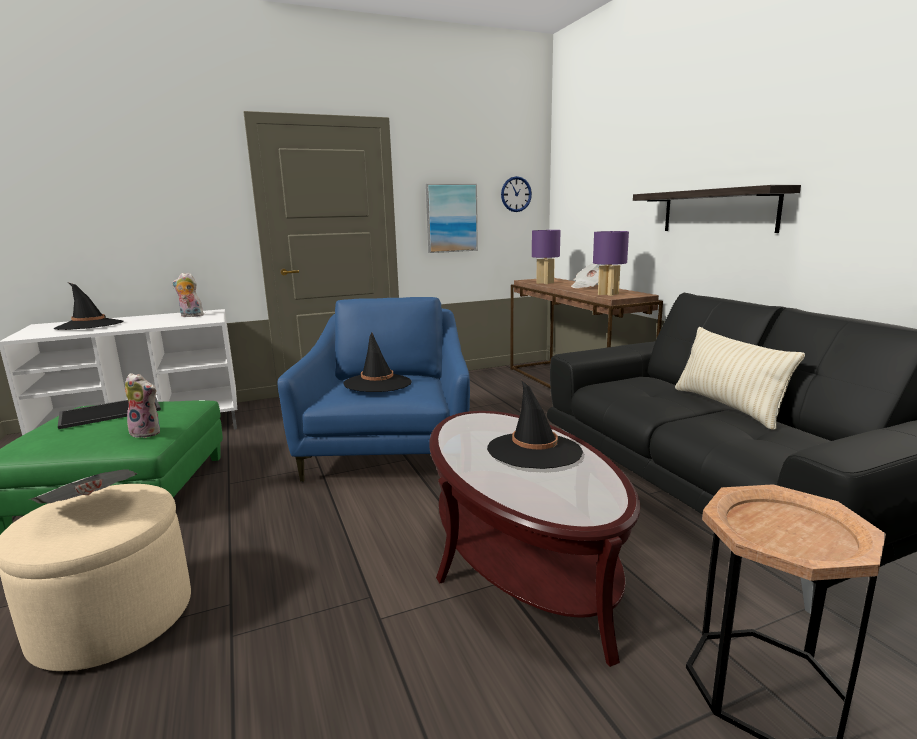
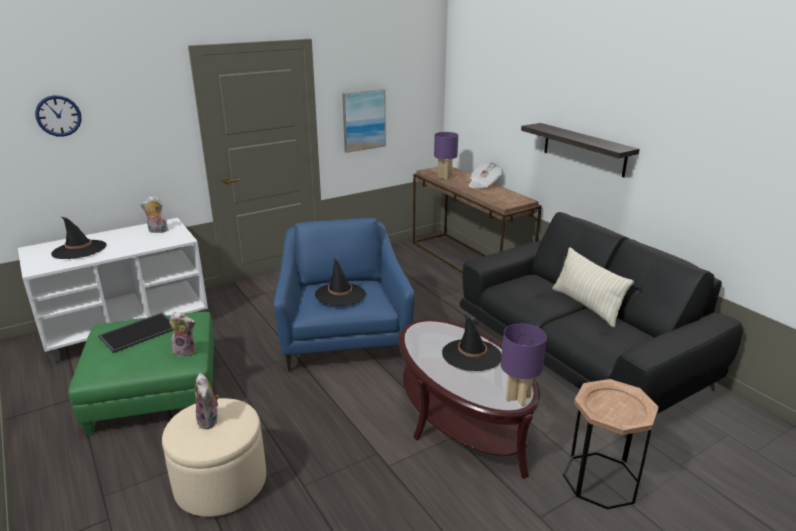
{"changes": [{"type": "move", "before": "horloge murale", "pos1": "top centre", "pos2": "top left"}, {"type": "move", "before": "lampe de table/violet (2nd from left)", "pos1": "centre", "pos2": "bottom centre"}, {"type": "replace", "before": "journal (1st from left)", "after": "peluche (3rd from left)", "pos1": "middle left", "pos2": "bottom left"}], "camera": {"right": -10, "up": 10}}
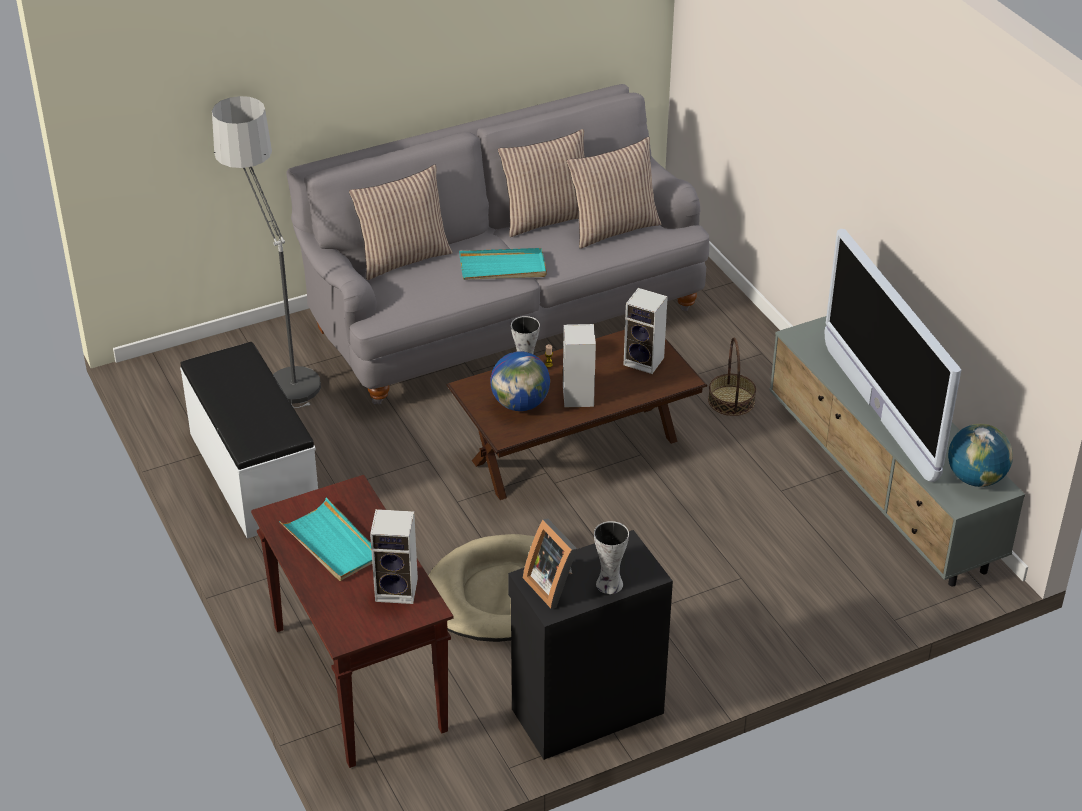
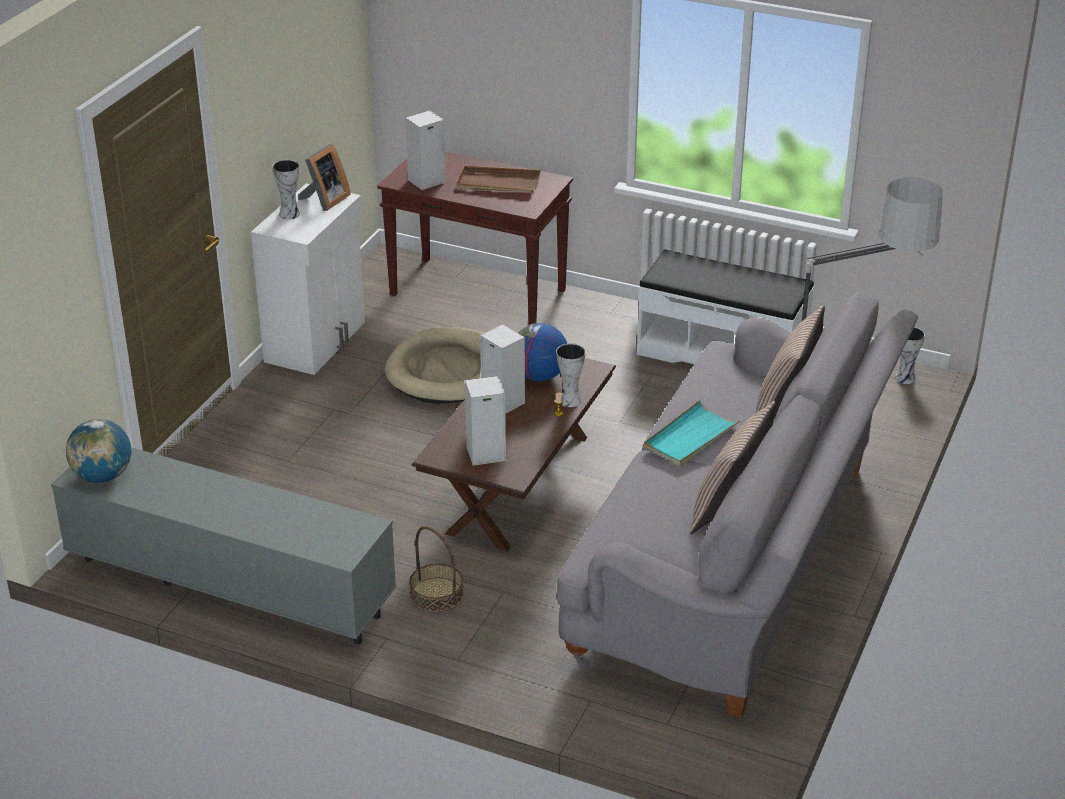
{"changes": [{"type": "delete", "before": "coussin (3rd from left)", "pos1": "top centre"}, {"type": "delete", "before": "téléviseur", "pos1": "middle right"}, {"type": "recolor", "before": "plateau/turquoise (1st from left)", "after": "plateau/marron", "pos1": "middle left", "pos2": "top centre"}, {"type": "rotate", "before": "cadre photo", "pos1": "bottom centre", "pos2": "top left", "turn": 105}, {"type": "recolor", "before": "meuble de rangement/noir", "after": "meuble de rangement/blanc", "pos1": "bottom centre", "pos2": "middle left"}, {"type": "insert", "after": "vase (3rd from left)", "pos2": "middle right"}], "camera": {"right": 140, "up": -5}}
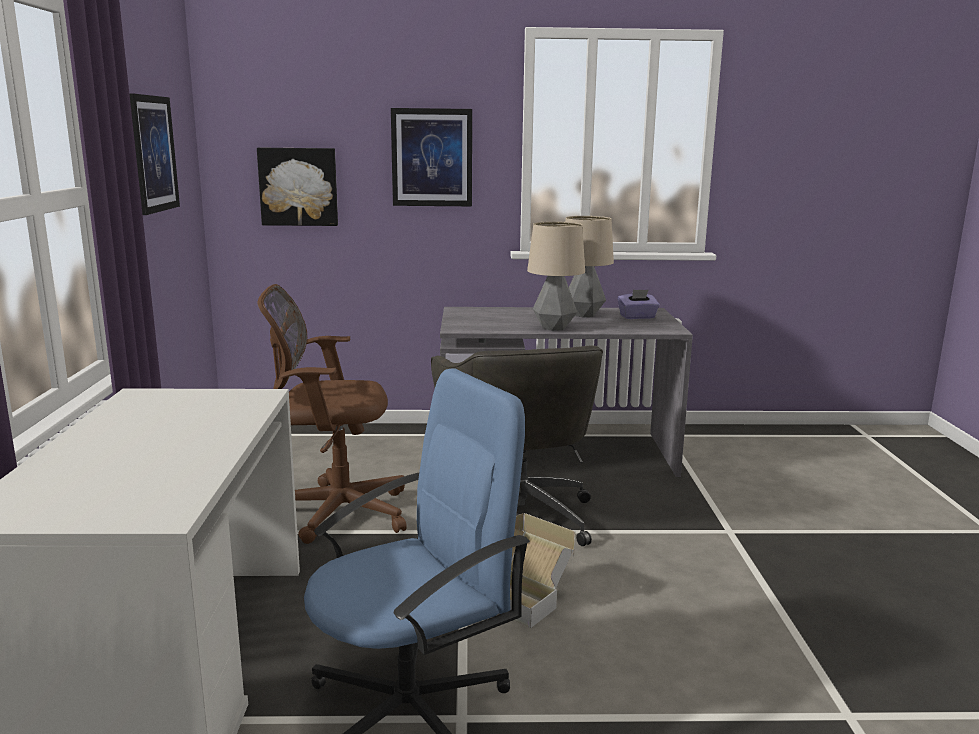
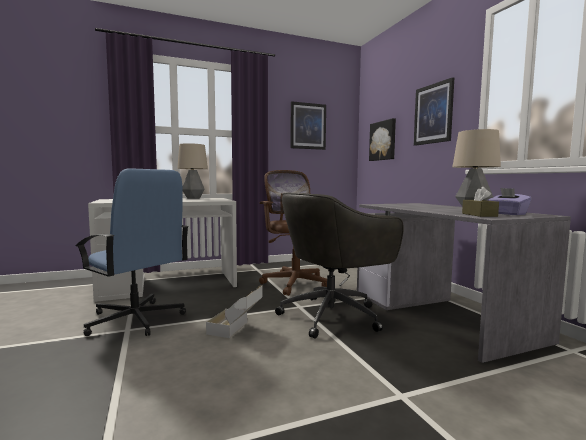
{"changes": [{"type": "move", "before": "lampe de table (1st from left)", "pos1": "centre", "pos2": "middle left"}, {"type": "insert", "after": "boîte à mouchoirs/marron", "pos2": "middle right"}], "camera": {"right": 70, "up": -10}}
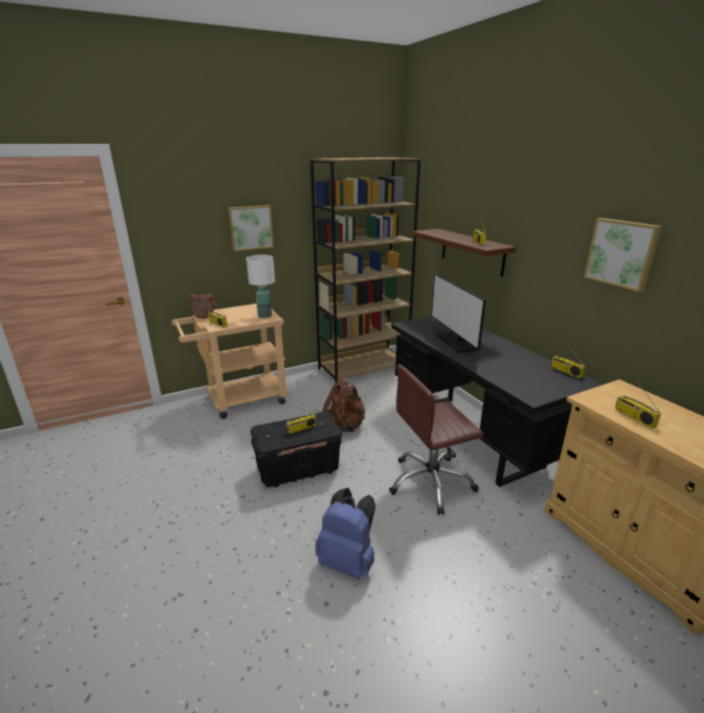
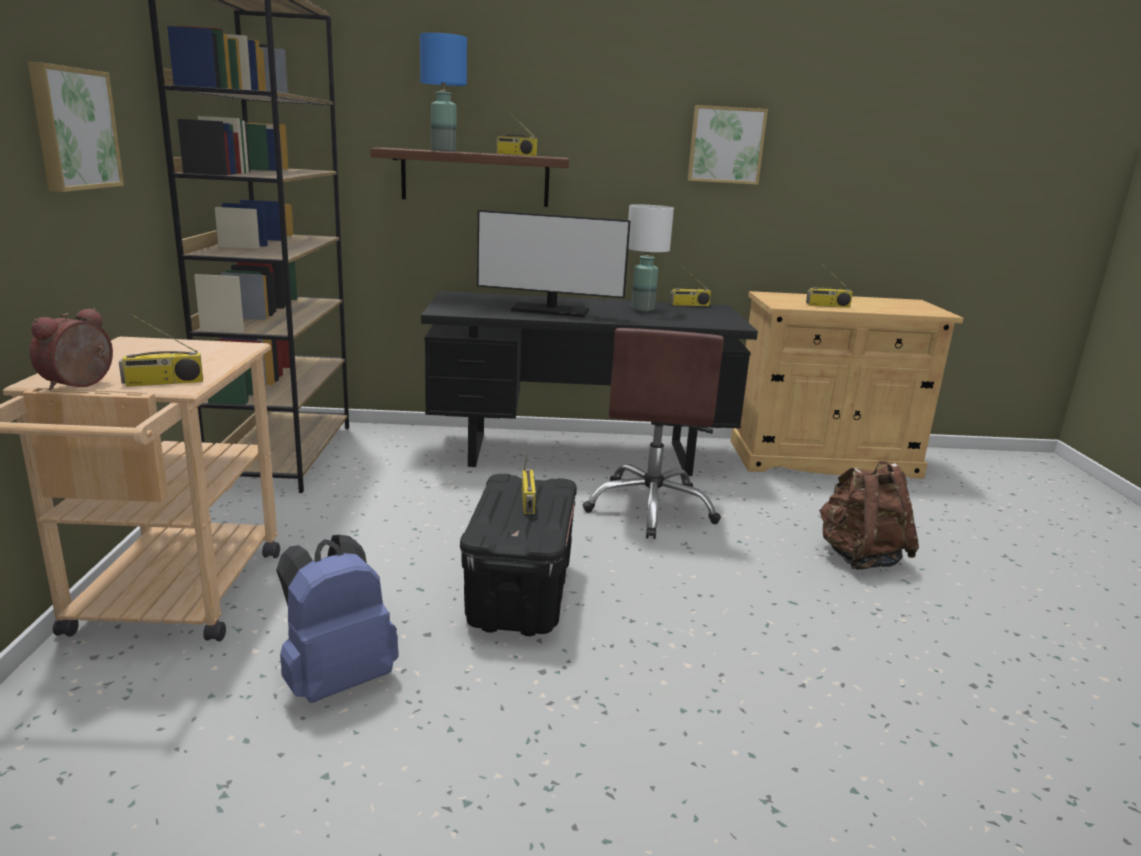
{"changes": [{"type": "move", "before": "lampe de table/blanc", "pos1": "centre", "pos2": "top centre"}, {"type": "move", "before": "sac à dos/marron", "pos1": "centre", "pos2": "middle right"}, {"type": "move", "before": "sac à dos/bleu", "pos1": "bottom centre", "pos2": "bottom left"}, {"type": "insert", "after": "lampe de table/bleu", "pos2": "top centre"}], "camera": {"right": -65, "up": -5}}
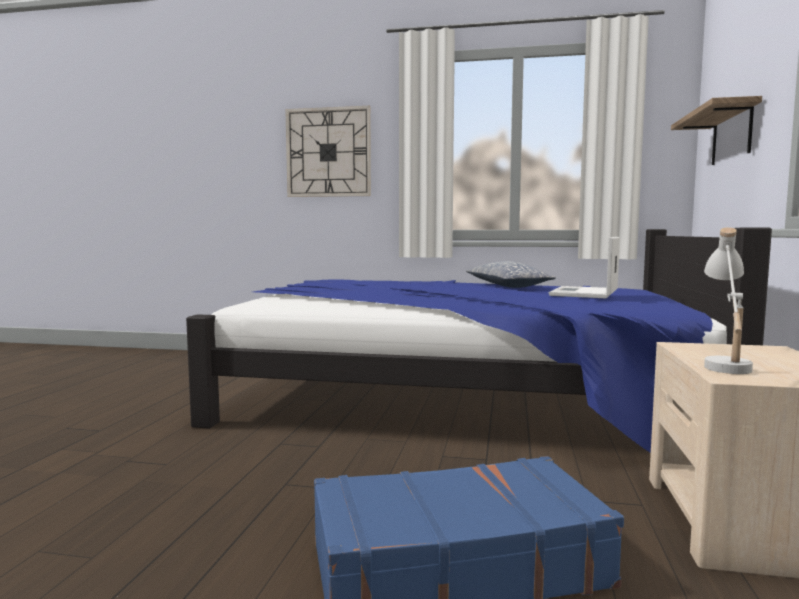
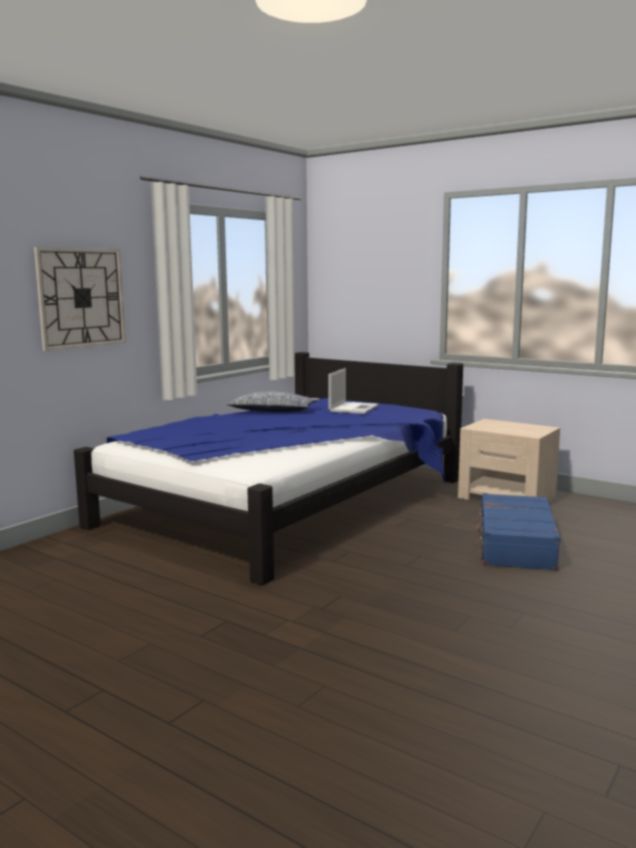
{"changes": [{"type": "delete", "before": "étagère", "pos1": "top right"}, {"type": "delete", "before": "lampe de table/blanc", "pos1": "middle right"}, {"type": "rotate", "before": "ordinateur portable", "pos1": "middle right", "pos2": "centre", "turn": -120}], "camera": {"right": -65, "up": 5}}
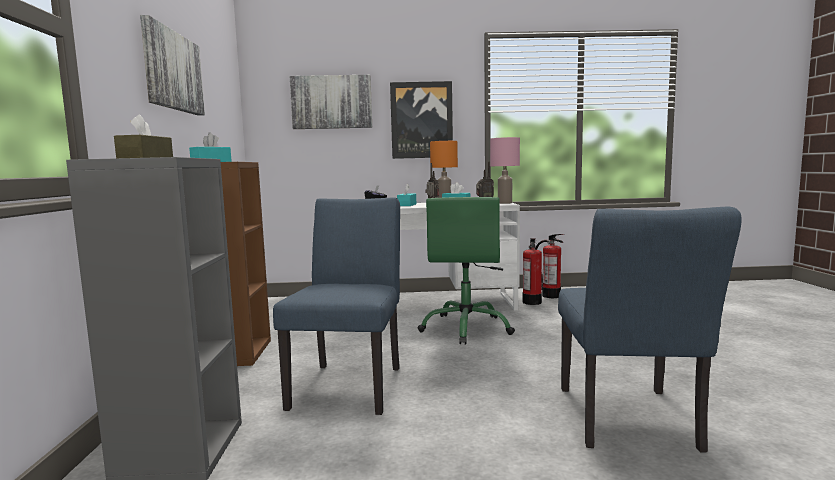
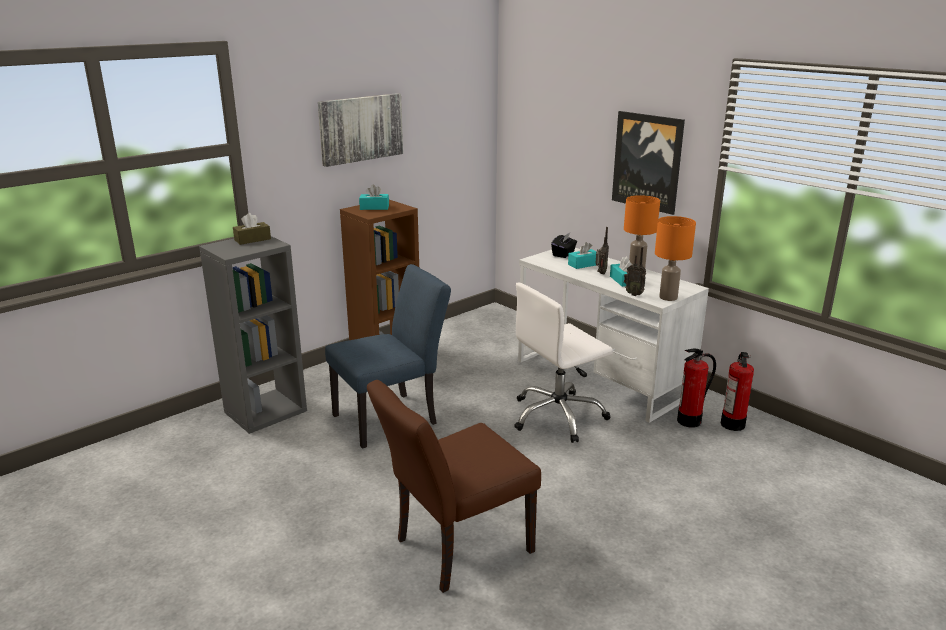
{"changes": [{"type": "delete", "before": "tableau (2nd from left)", "pos1": "top centre"}, {"type": "recolor", "before": "lampe de table/rose", "after": "lampe de table/orange (2nd from left)", "pos1": "centre", "pos2": "middle right"}, {"type": "recolor", "before": "chaise de bureau/vert", "after": "chaise de bureau/blanc", "pos1": "centre", "pos2": "centre"}, {"type": "recolor", "before": "chaise/bleu (2nd from left)", "after": "chaise/marron", "pos1": "bottom right", "pos2": "bottom centre"}], "camera": {"right": 50, "up": 15}}
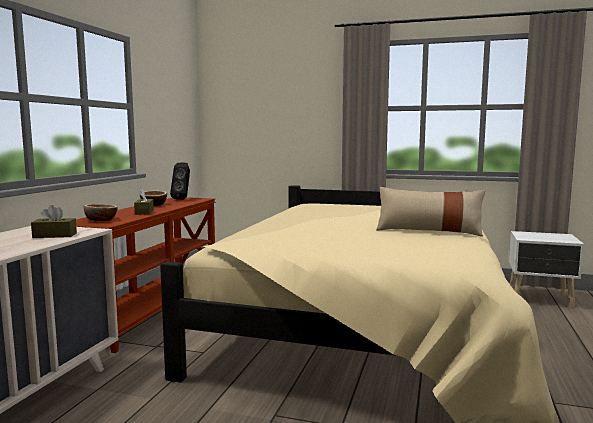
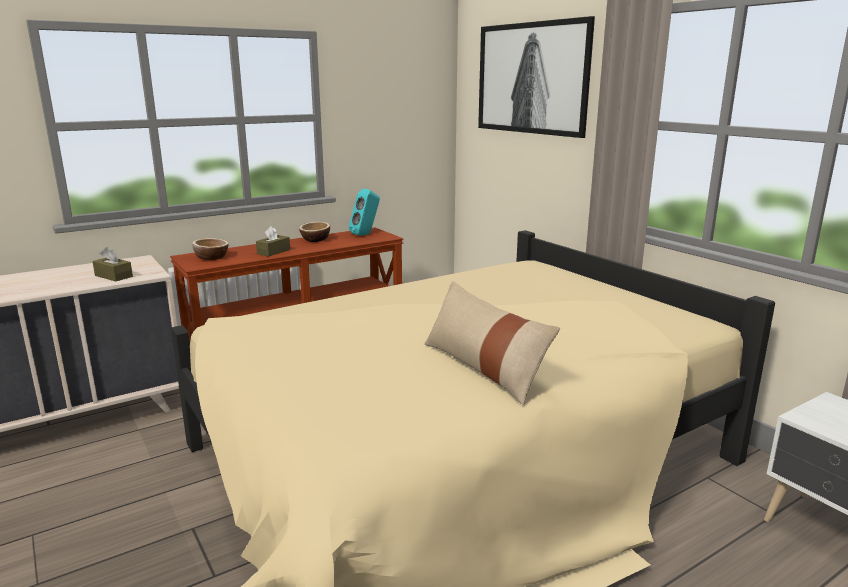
{"changes": [{"type": "recolor", "before": "enceinte/noir", "after": "enceinte/turquoise", "pos1": "middle left", "pos2": "centre"}, {"type": "insert", "after": "tableau", "pos2": "top centre"}], "camera": {"right": 40, "up": 10}}
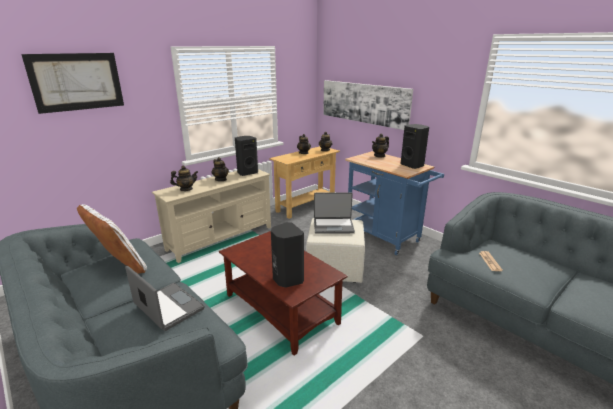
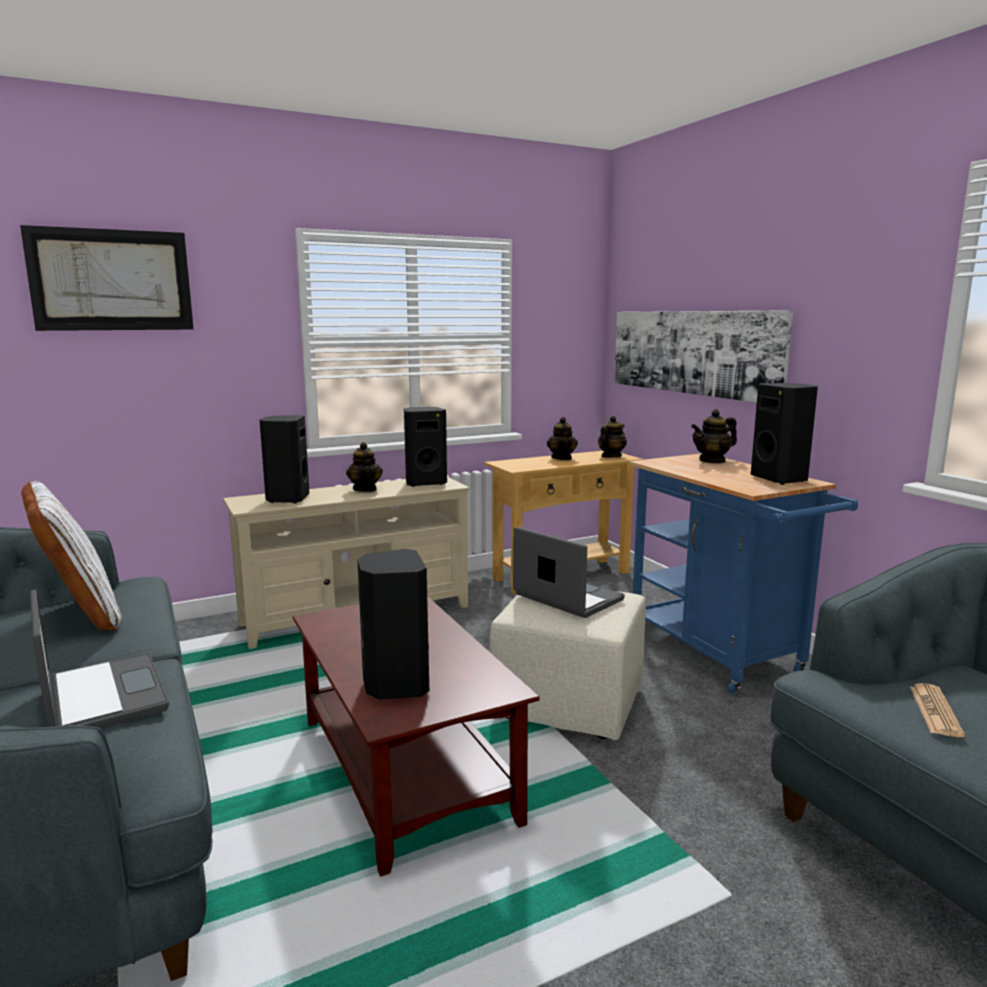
{"changes": [{"type": "replace", "before": "théière (1st from left)", "after": "enceinte/noir (1st from left)", "pos1": "middle left", "pos2": "middle left"}, {"type": "rotate", "before": "ordinateur portable (2nd from left)", "pos1": "centre", "pos2": "centre", "turn": -150}], "camera": {"right": 15, "up": -10}}
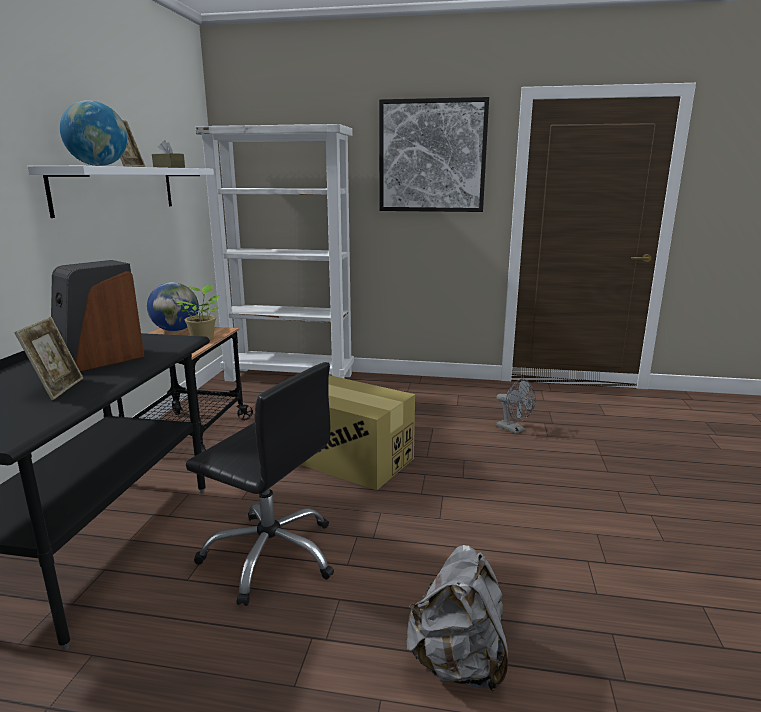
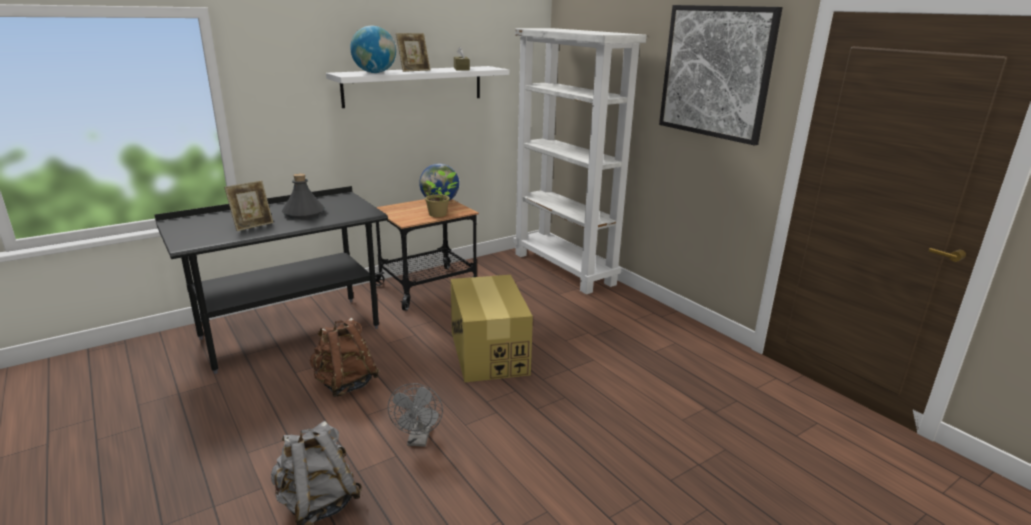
{"changes": [{"type": "replace", "before": "enceinte", "after": "bouteille/gris", "pos1": "middle left", "pos2": "middle left"}, {"type": "replace", "before": "chaise de bureau/noir", "after": "sac à dos/marron", "pos1": "bottom centre", "pos2": "bottom centre"}, {"type": "move", "before": "ventilateur/gris", "pos1": "middle right", "pos2": "bottom centre"}], "camera": {"right": 45, "up": 5}}
